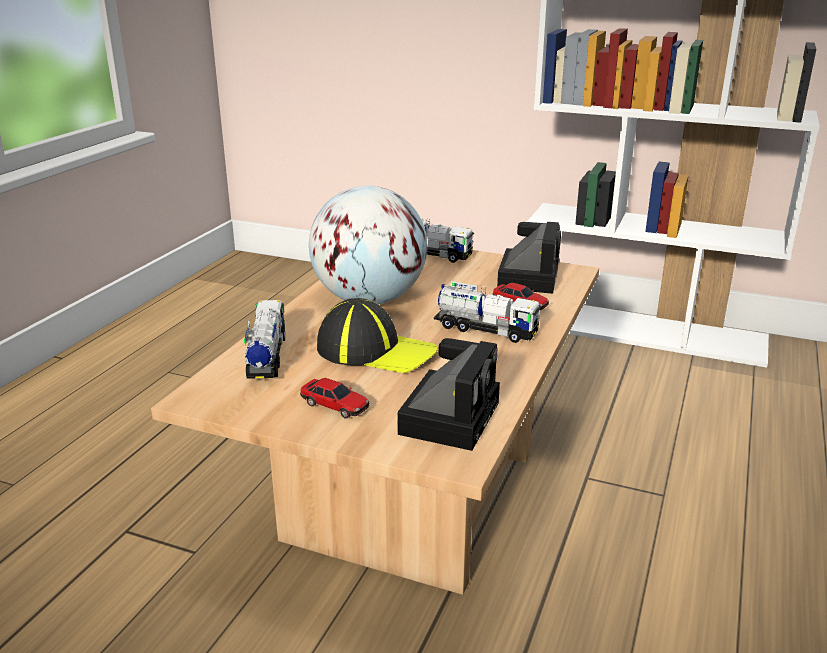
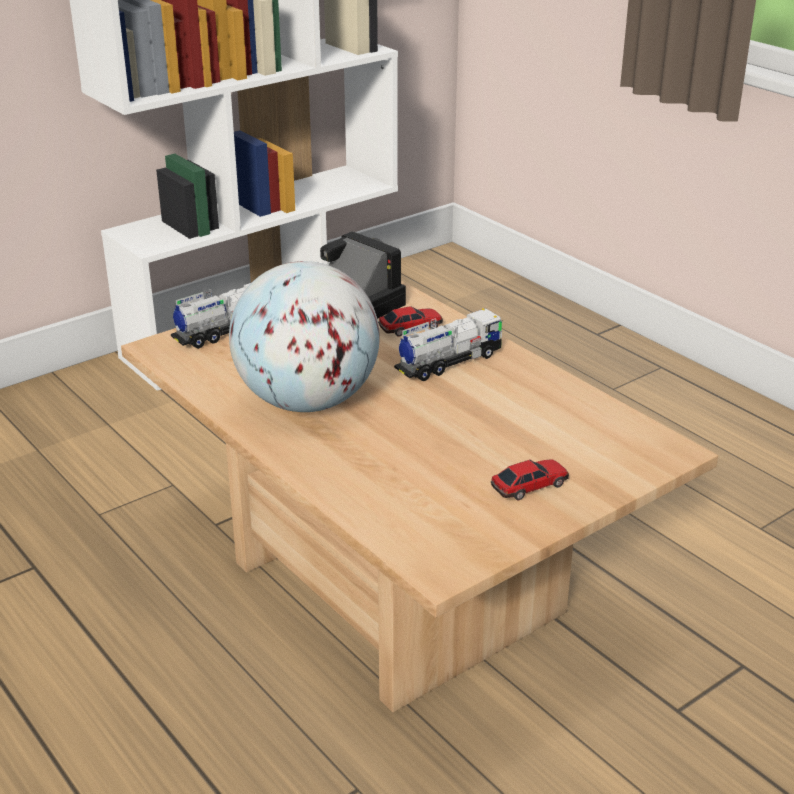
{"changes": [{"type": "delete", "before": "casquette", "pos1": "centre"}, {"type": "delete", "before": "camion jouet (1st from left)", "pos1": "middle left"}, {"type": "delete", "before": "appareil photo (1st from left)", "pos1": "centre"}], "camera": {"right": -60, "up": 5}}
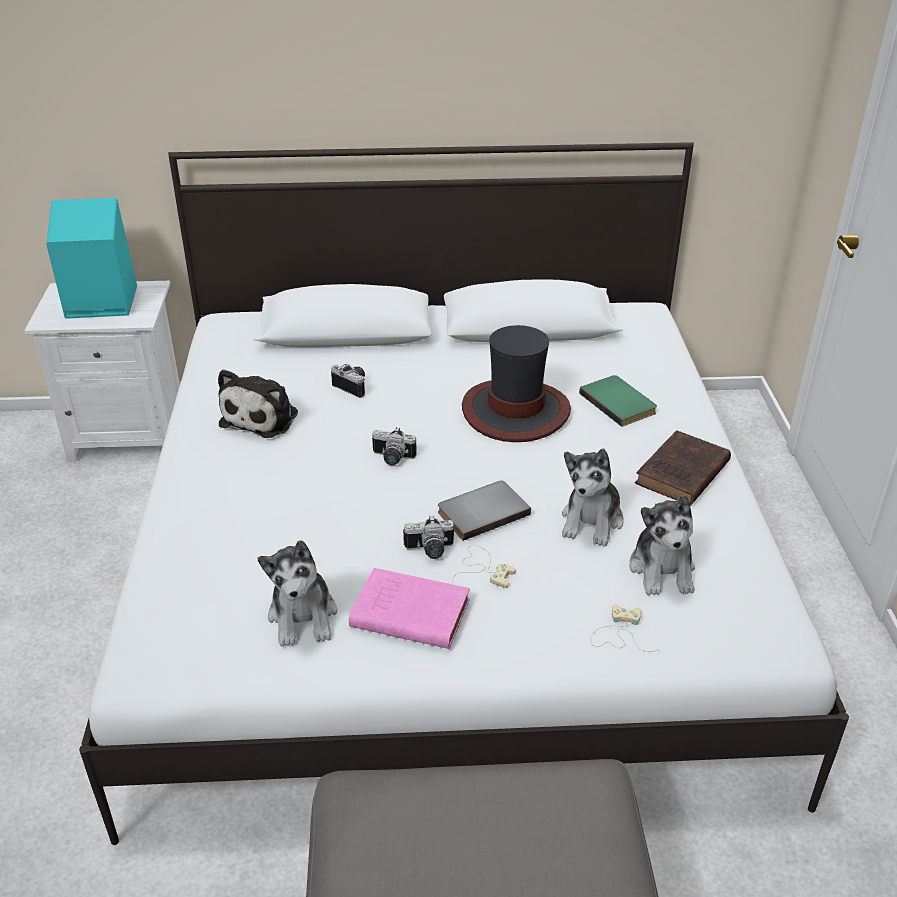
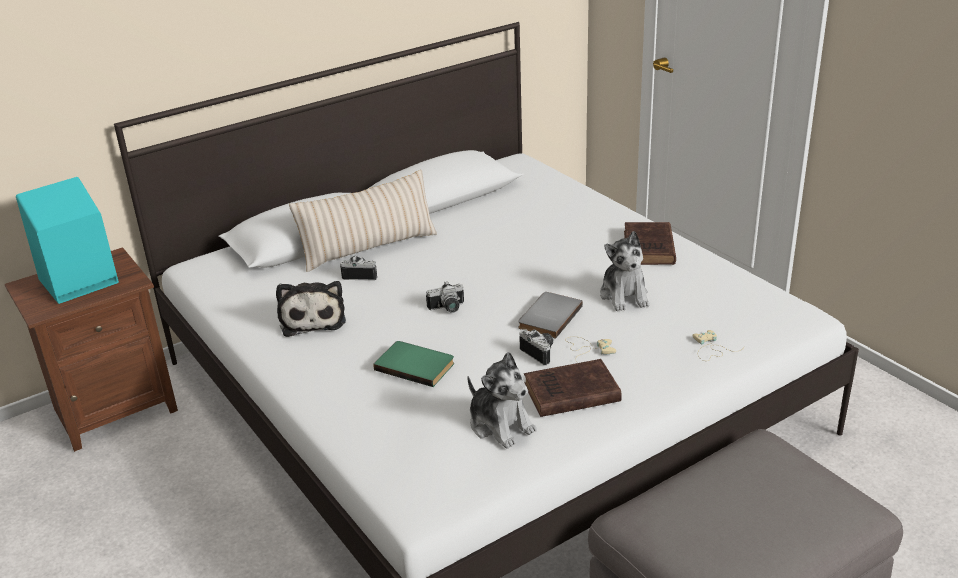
{"changes": [{"type": "recolor", "before": "table de chevet/blanc", "after": "table de chevet/marron", "pos1": "middle left", "pos2": "middle left"}, {"type": "delete", "before": "chapeau", "pos1": "centre"}, {"type": "move", "before": "livre/vert", "pos1": "middle right", "pos2": "centre"}, {"type": "delete", "before": "peluche (4th from left)", "pos1": "middle right"}, {"type": "rotate", "before": "appareil photo (3rd from left)", "pos1": "centre", "pos2": "centre", "turn": -90}, {"type": "recolor", "before": "livre/rose", "after": "livre/marron (1st from left)", "pos1": "bottom centre", "pos2": "bottom centre"}, {"type": "insert", "after": "coussin/beige", "pos2": "centre"}], "camera": {"right": -30, "up": -5}}
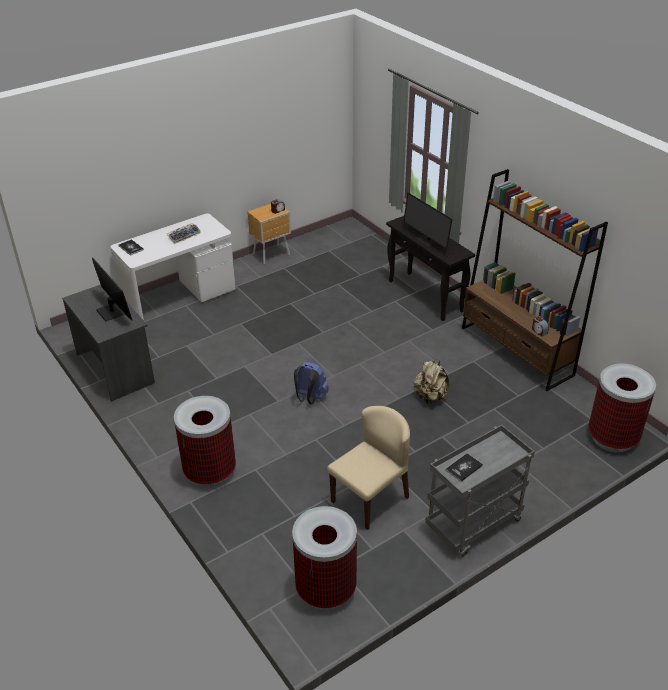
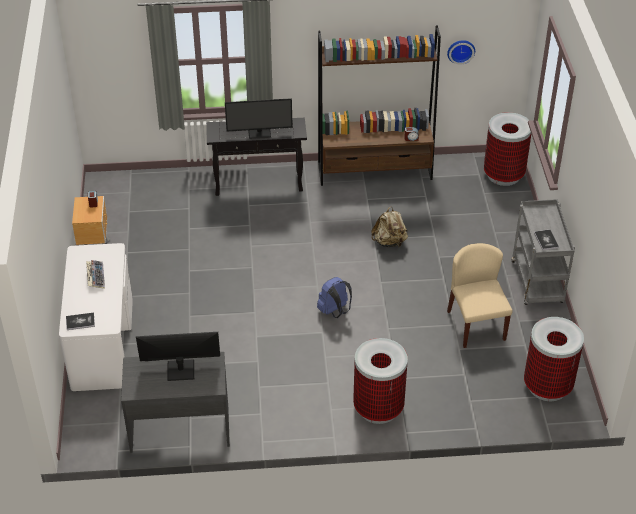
{"changes": [{"type": "insert", "after": "horloge murale", "pos2": "top right"}], "camera": {"right": -60, "up": 5}}
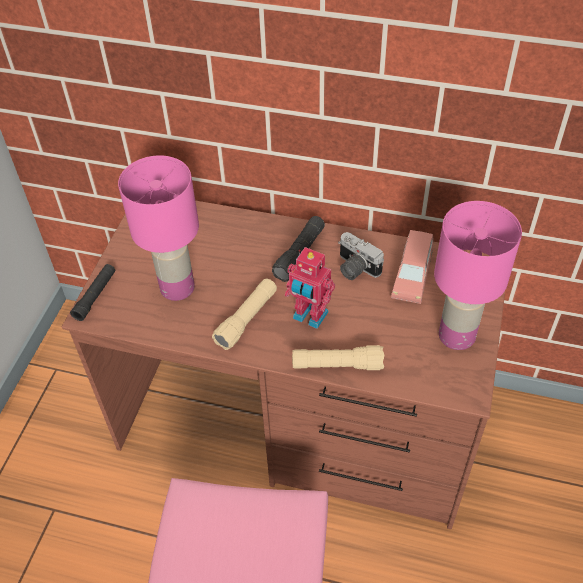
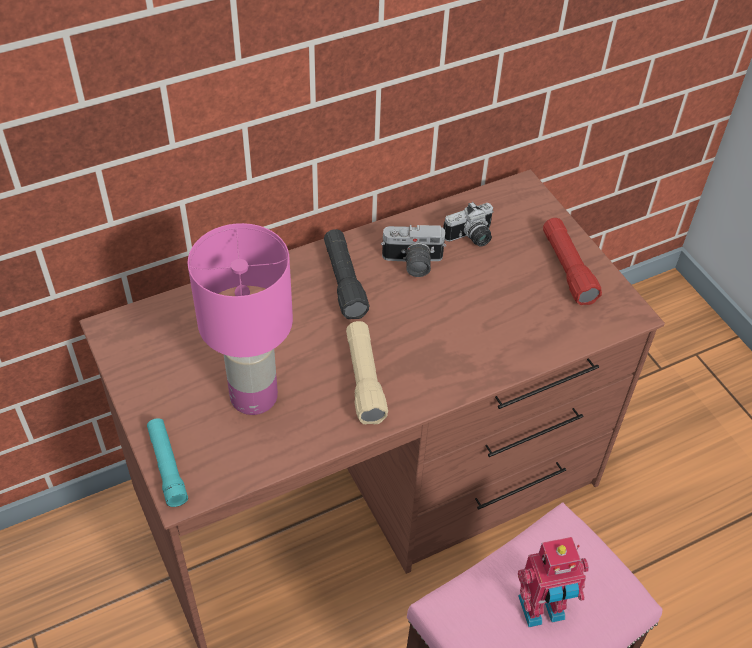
{"changes": [{"type": "replace", "before": "lampe de table/rose (2nd from left)", "after": "lampe de poche/rouge", "pos1": "middle right", "pos2": "middle right"}, {"type": "replace", "before": "petite voiture/rose", "after": "appareil photo (2nd from left)", "pos1": "middle right", "pos2": "centre"}, {"type": "move", "before": "robot jouet", "pos1": "centre", "pos2": "bottom right"}, {"type": "recolor", "before": "lampe de poche/noir (1st from left)", "after": "lampe de poche/turquoise", "pos1": "middle left", "pos2": "bottom left"}, {"type": "delete", "before": "lampe de poche/beige (2nd from left)", "pos1": "centre"}], "camera": {"right": -45, "up": 0}}
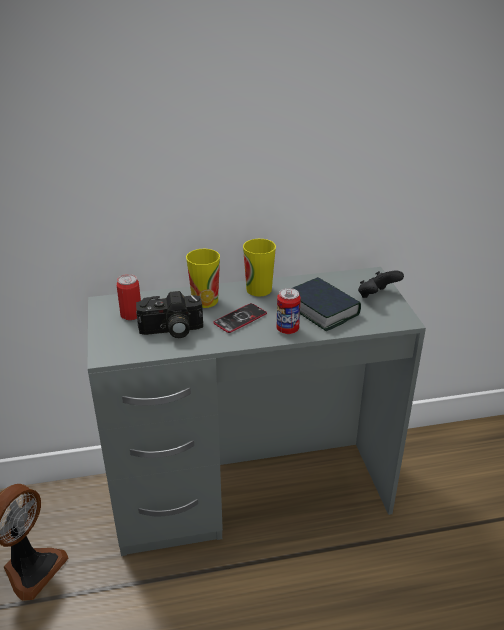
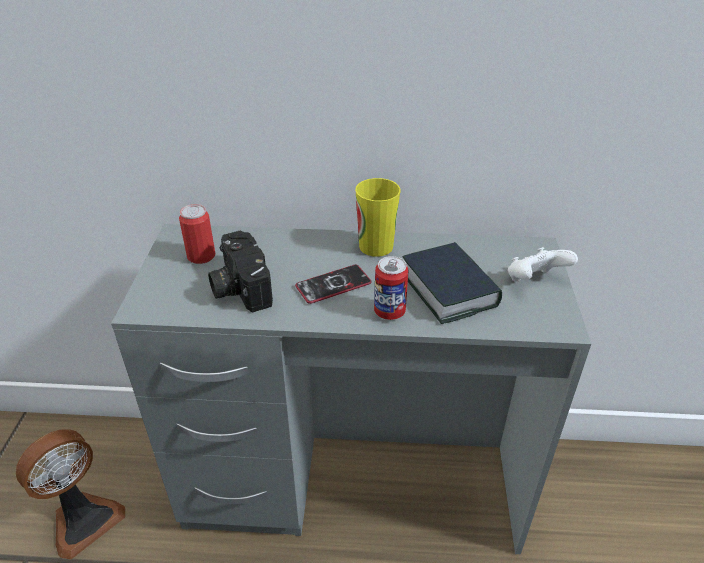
{"changes": [{"type": "delete", "before": "tasse (1st from left)", "pos1": "centre"}, {"type": "recolor", "before": "manette/noir", "after": "manette/blanc", "pos1": "middle right", "pos2": "middle right"}, {"type": "rotate", "before": "appareil photo", "pos1": "centre", "pos2": "centre", "turn": 60}], "camera": {"right": 15, "up": 5}}
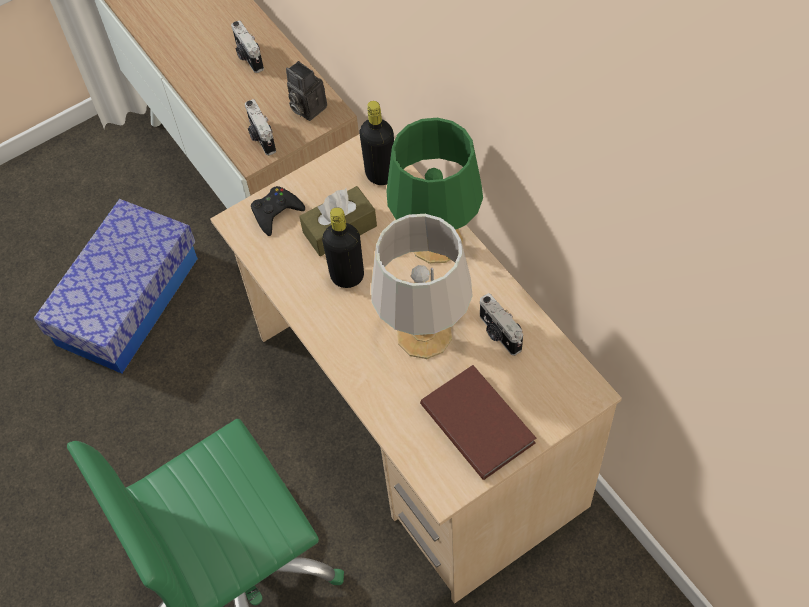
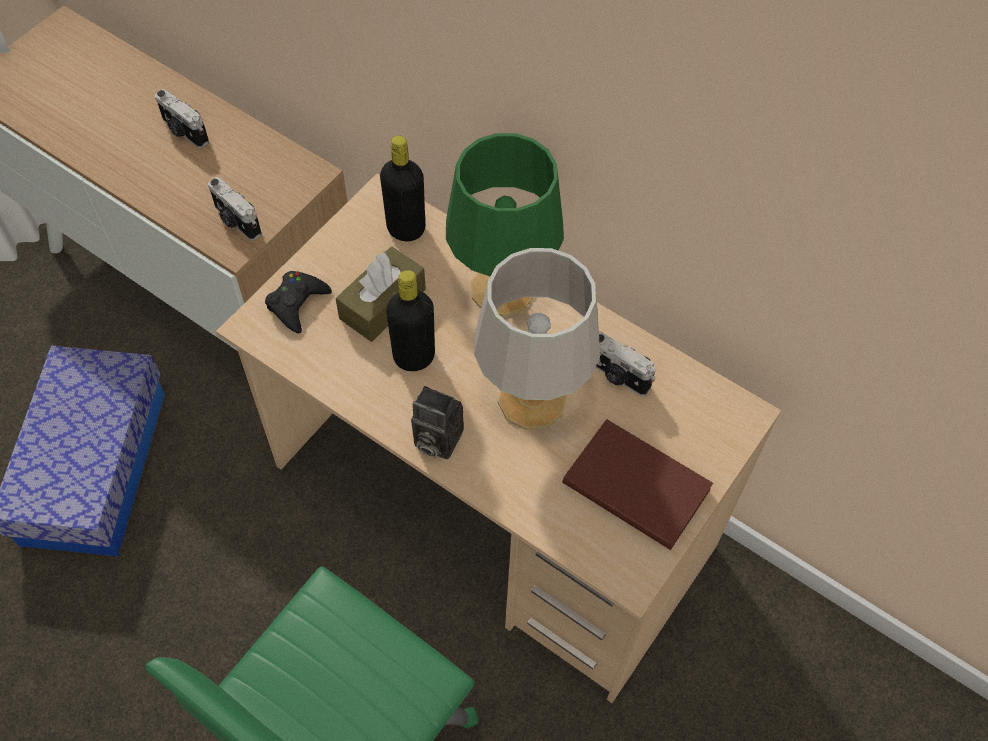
{"changes": [{"type": "move", "before": "appareil photo (3rd from left)", "pos1": "top centre", "pos2": "centre"}], "camera": {"right": -25, "up": 0}}
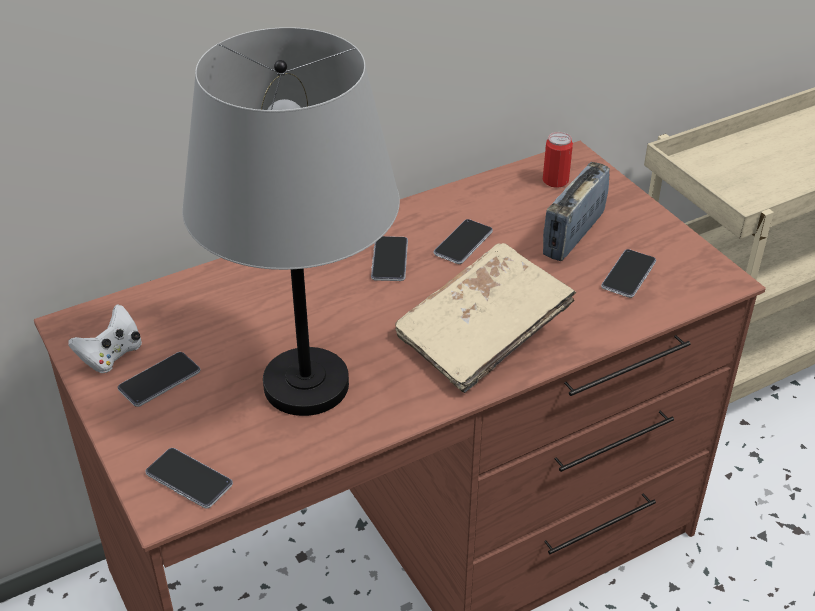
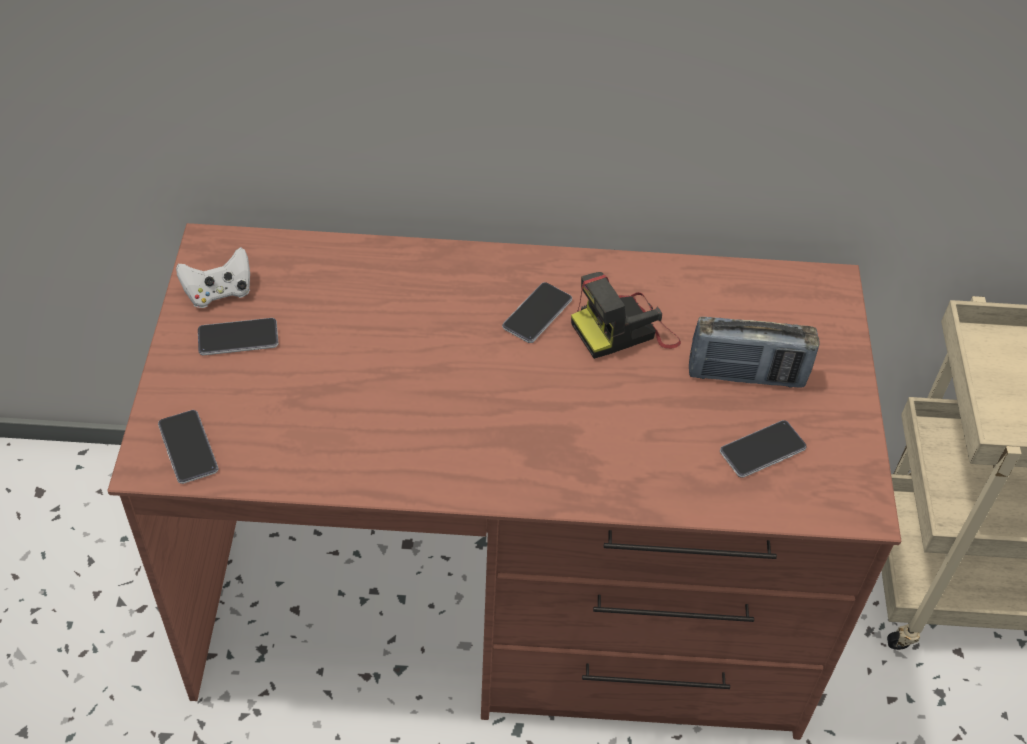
{"changes": [{"type": "delete", "before": "lampe de table/gris", "pos1": "centre"}, {"type": "delete", "before": "boîte métallique", "pos1": "top right"}, {"type": "rotate", "before": "radio", "pos1": "middle right", "pos2": "middle right", "turn": -150}, {"type": "replace", "before": "téléphone (4th from left)", "after": "appareil photo", "pos1": "centre", "pos2": "centre"}, {"type": "delete", "before": "livre/beige", "pos1": "centre"}], "camera": {"right": 30, "up": 10}}
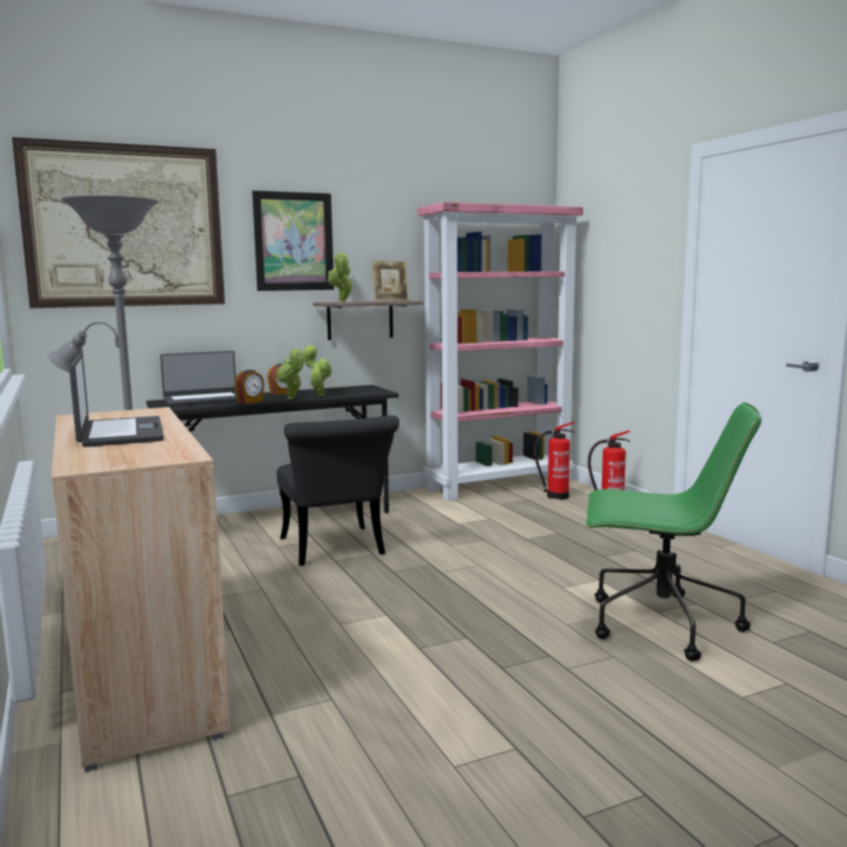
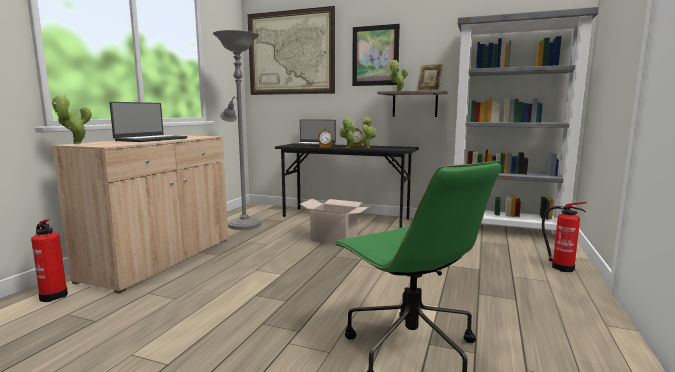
{"changes": [{"type": "recolor", "before": "bibliothèque/rose", "after": "bibliothèque/gris", "pos1": "centre", "pos2": "top right"}, {"type": "replace", "before": "chaise/noir", "after": "carton", "pos1": "centre", "pos2": "centre"}, {"type": "move", "before": "extincteur (1st from left)", "pos1": "centre", "pos2": "bottom left"}, {"type": "insert", "after": "plante en pot (1st from left)", "pos2": "top left"}], "camera": {"right": 45, "up": 0}}
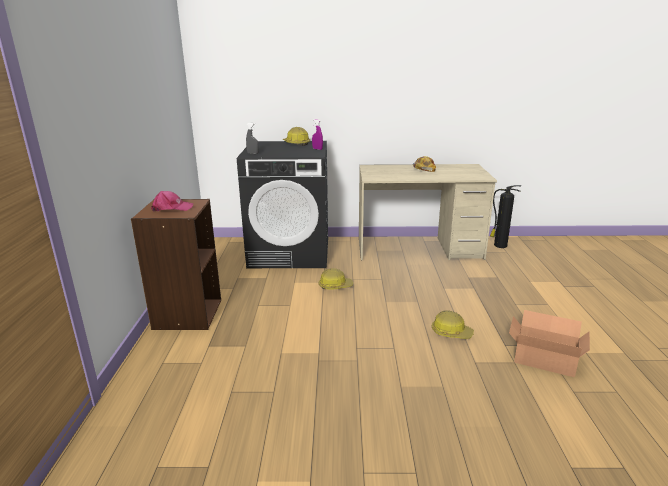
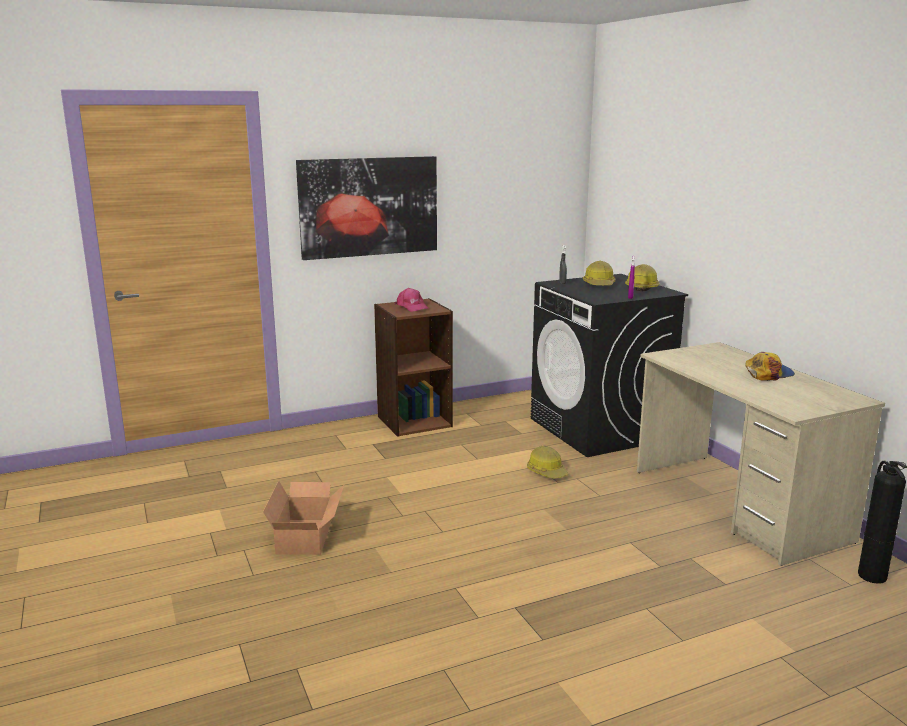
{"changes": [{"type": "move", "before": "casque de chantier (3rd from left in the first image)", "after": "casque de chantier (2nd from left)", "pos1": "bottom right", "pos2": "centre"}, {"type": "move", "before": "carton", "pos1": "bottom right", "pos2": "bottom centre"}, {"type": "insert", "after": "tableau", "pos2": "top centre"}], "camera": {"right": 65, "up": -5}}
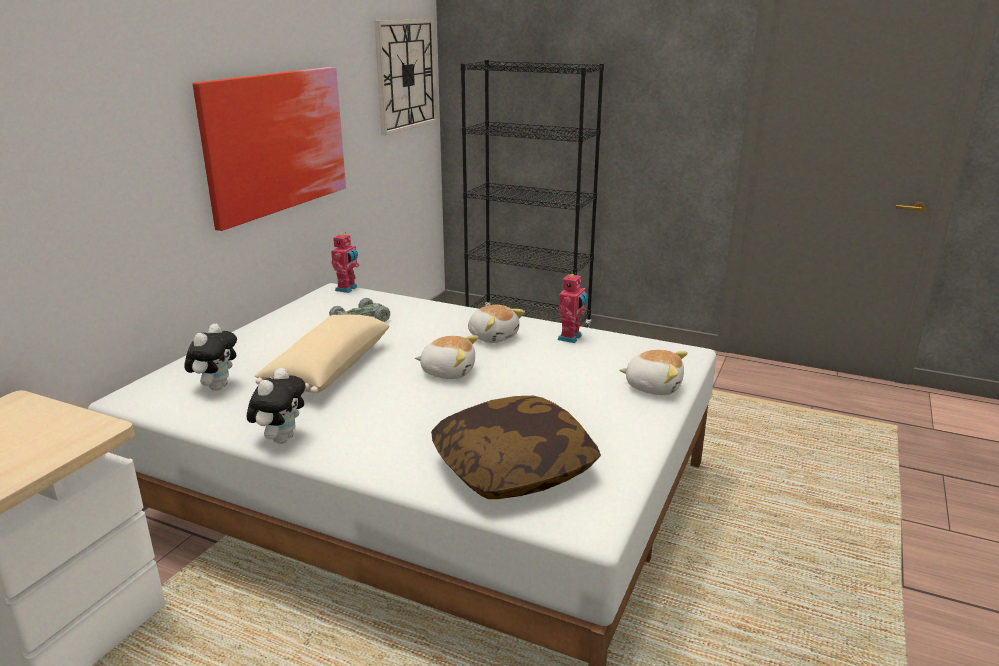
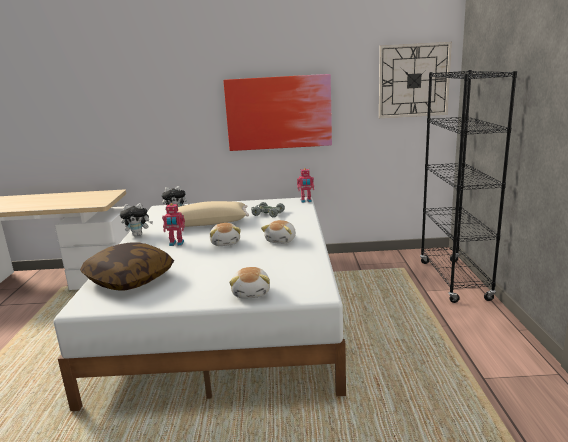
{"changes": [{"type": "move", "before": "robot jouet (2nd from left in the first image)", "after": "robot jouet (1st from left)", "pos1": "centre", "pos2": "middle left"}], "camera": {"right": 65, "up": -5}}
